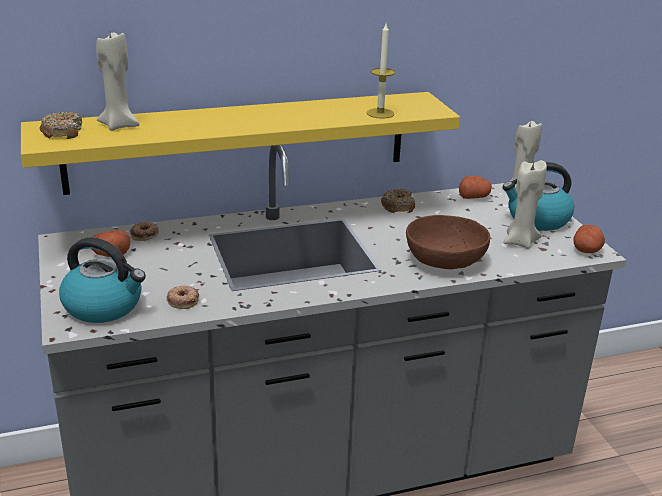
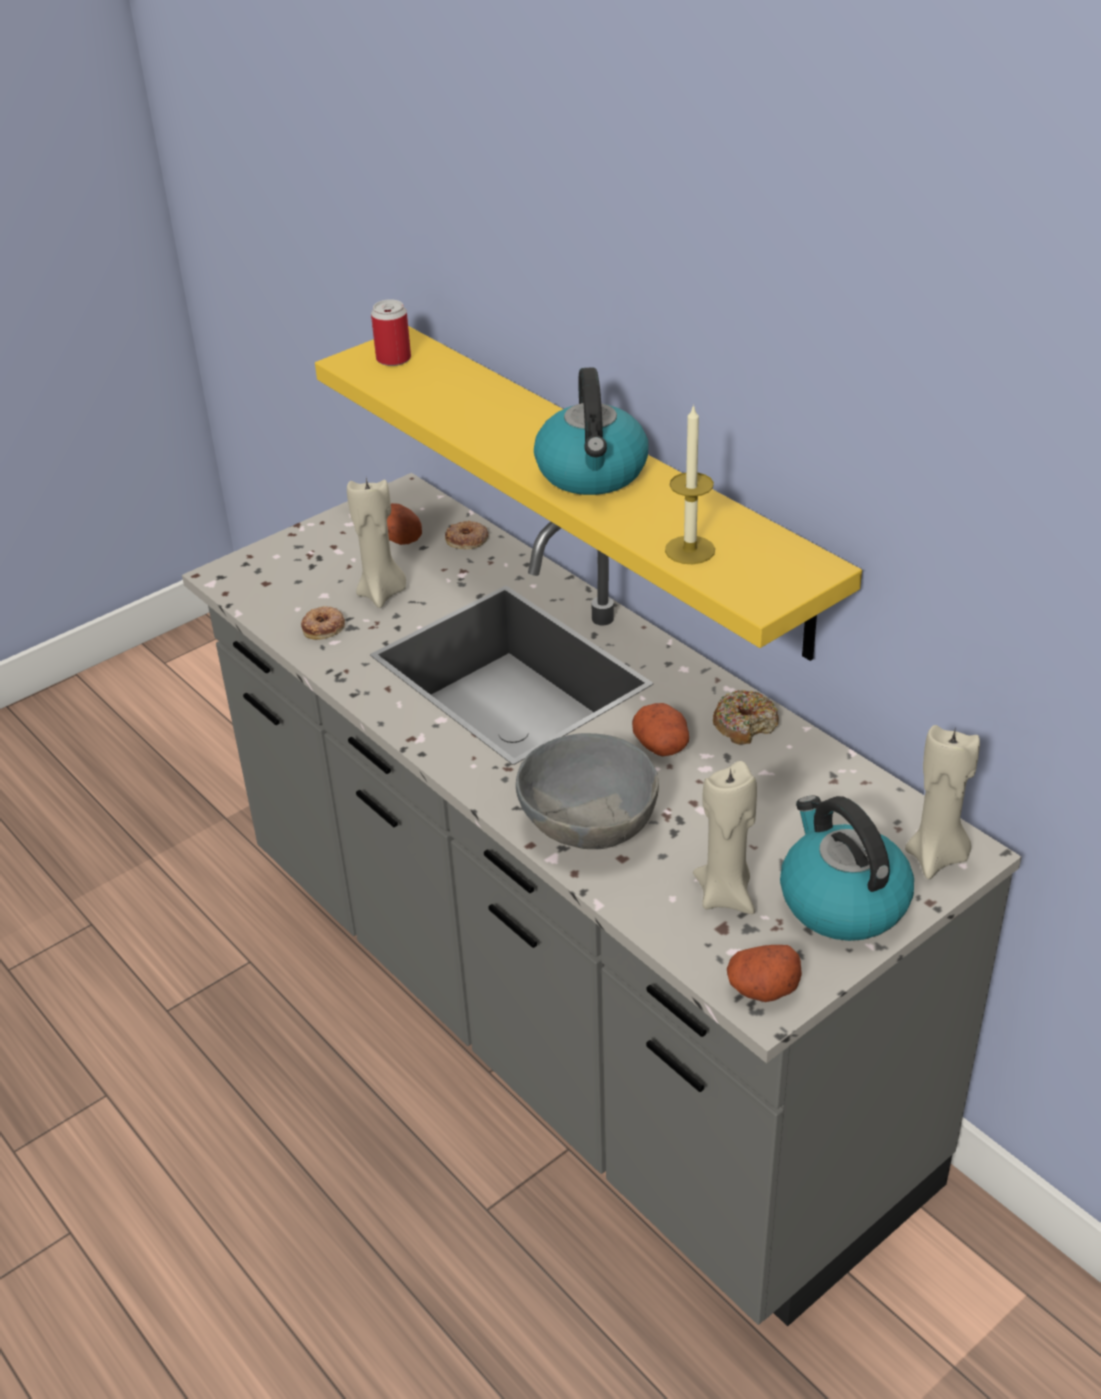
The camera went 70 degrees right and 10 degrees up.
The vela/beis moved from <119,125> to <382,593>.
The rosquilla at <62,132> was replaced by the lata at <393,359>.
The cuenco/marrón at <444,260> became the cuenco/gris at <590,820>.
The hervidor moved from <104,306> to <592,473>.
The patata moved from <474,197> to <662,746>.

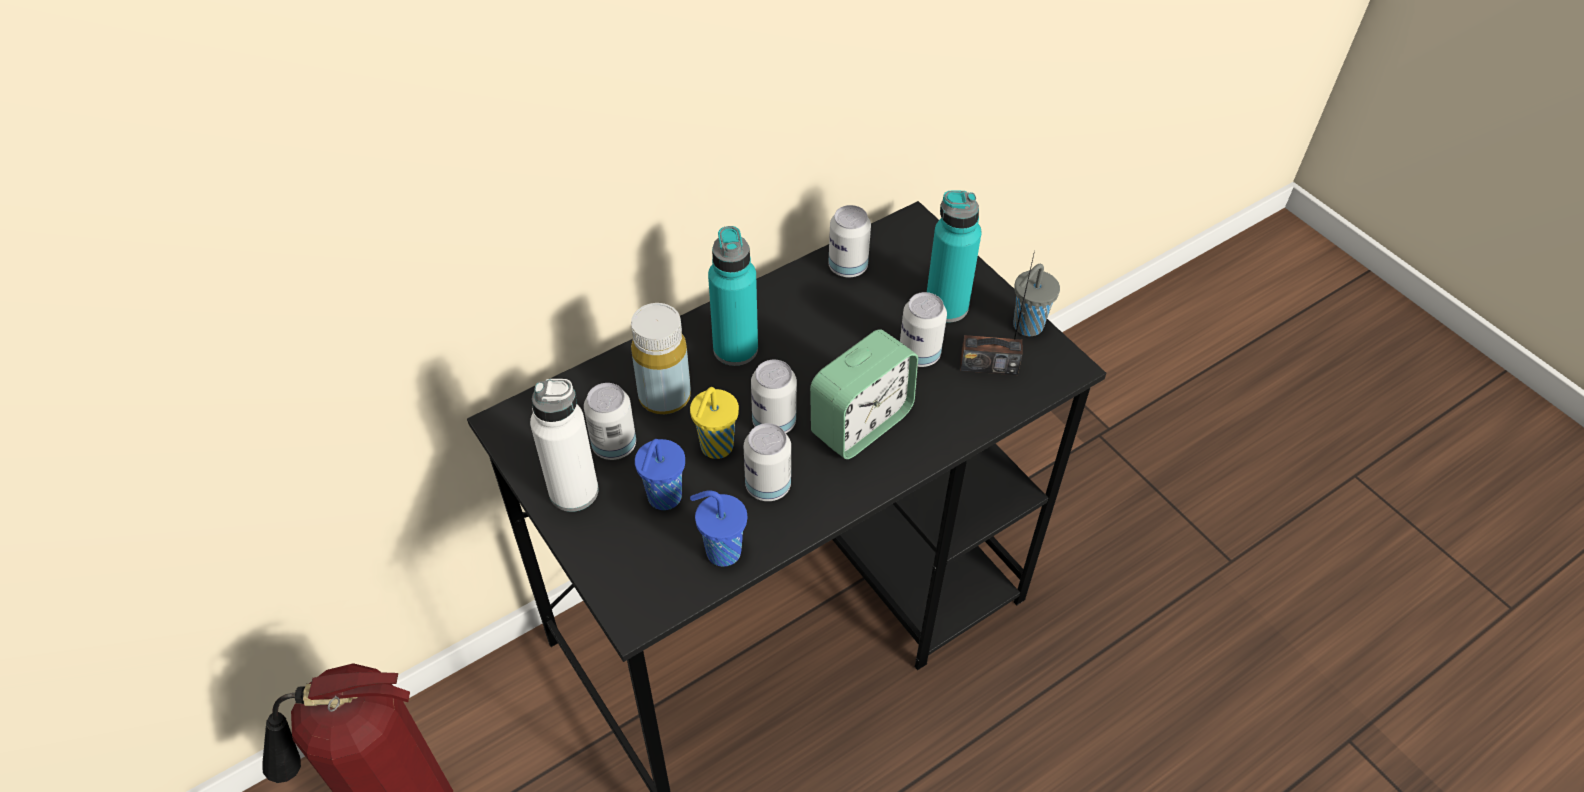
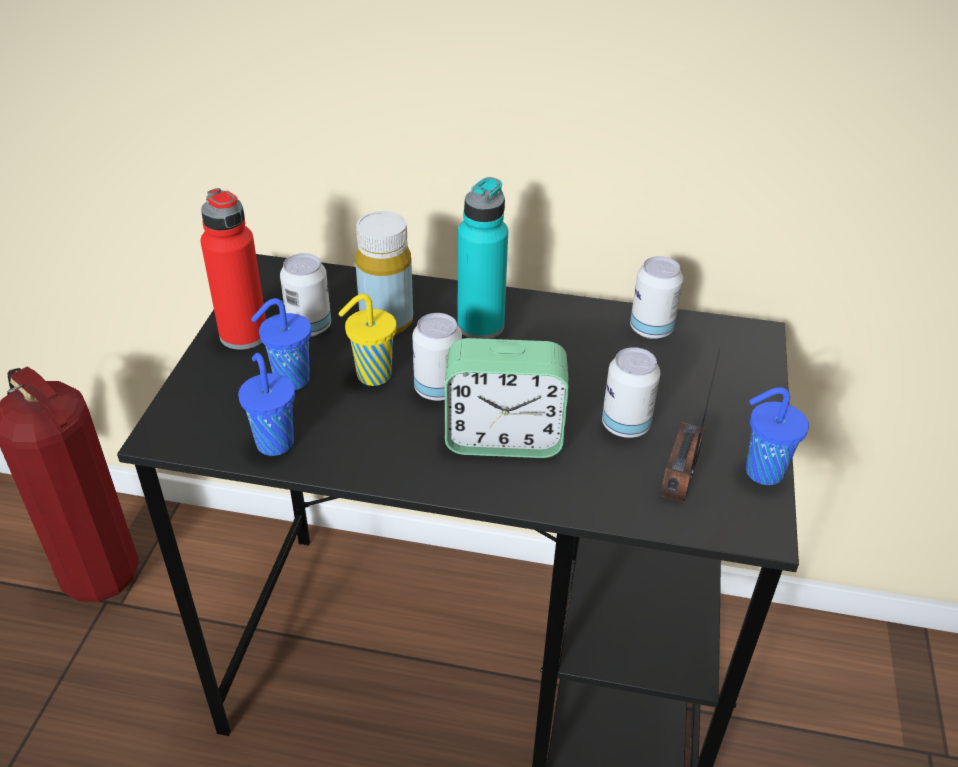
The camera went 45 degrees right and 10 degrees down.
The botella/blanco at <574,491> became the botella/rojo at <244,335>.
The radio at <989,365> turned 60 degrees clockwise.
The taza/gris at <1026,326> became the taza/azul at <761,472>.
The lata at <768,486> disappeared.
The botella/turquesa at <946,306> disappeared.

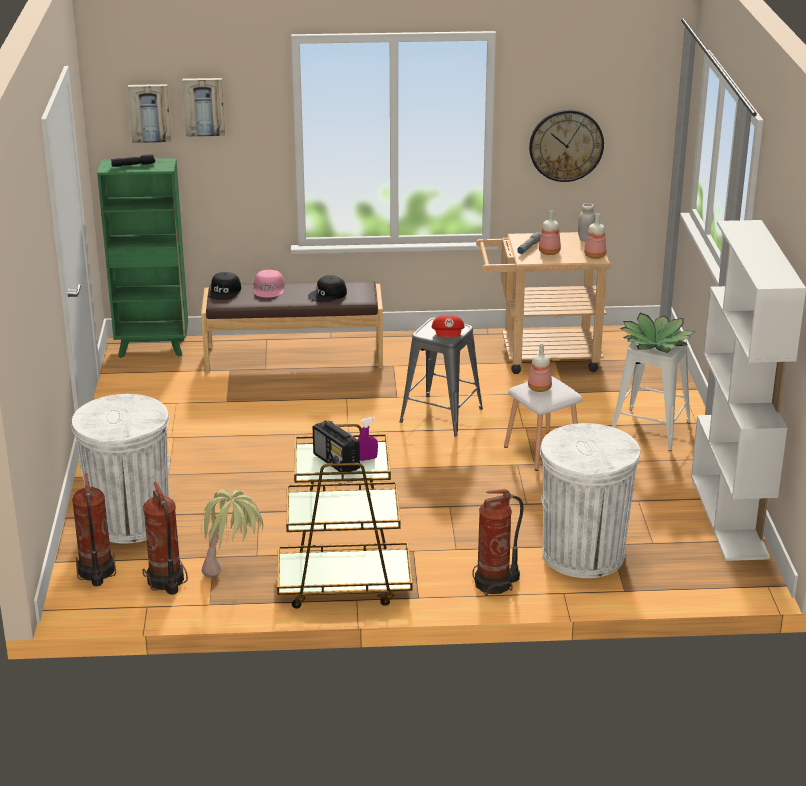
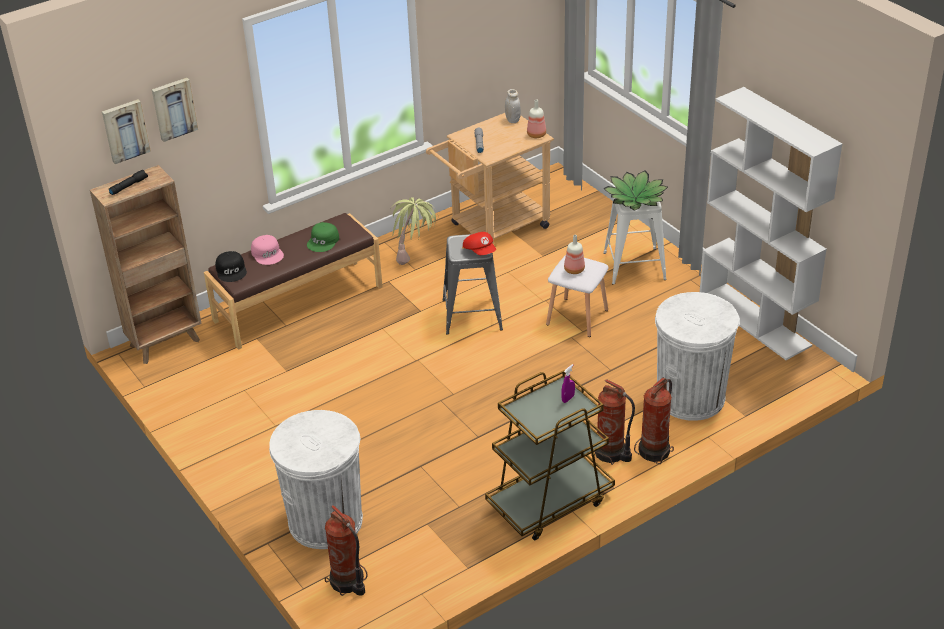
The camera went 30 degrees left and 10 degrees up.
The estantería/verde at <153,348> became the estantería/marrón at <166,342>.
The gorra/negro at <328,295> became the gorra/verde at <323,241>.
The planta en maceta moved from <233,573> to <415,256>.
The extintor moved from <165,581> to <611,453>.
The radio at <336,462> disappeared.
The reloj de pared at <566,145> disappeared.
The botella at <548,252> disappeared.

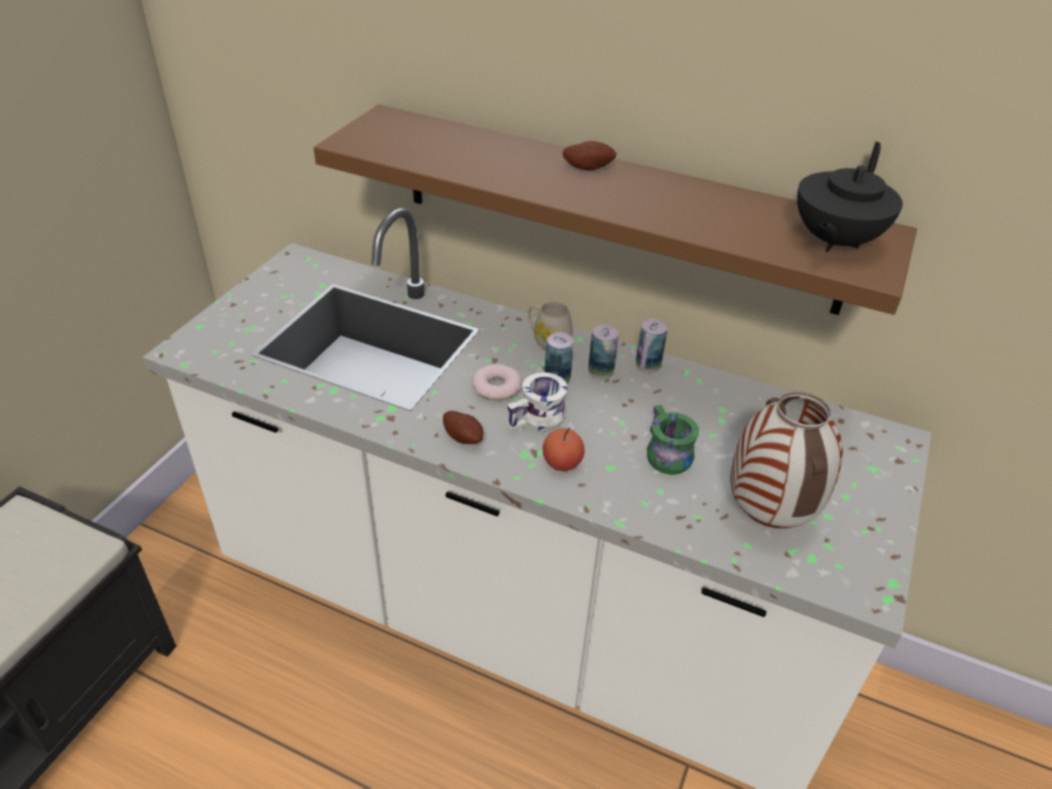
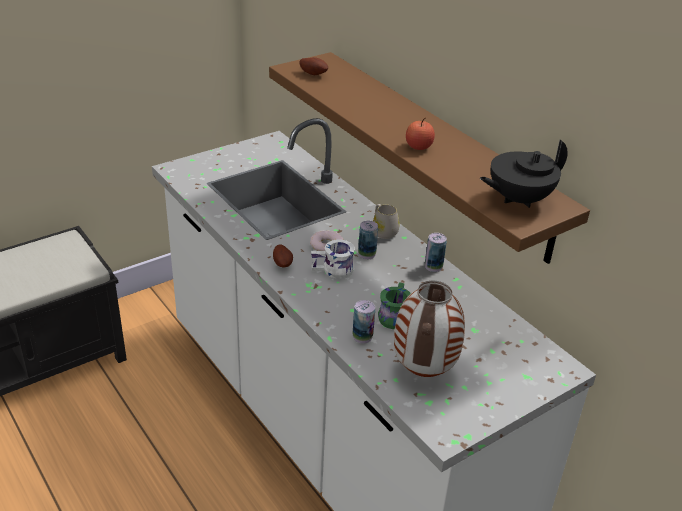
The camera went 30 degrees right and 5 degrees down.
The patata moved from <588,167> to <314,73>.
The lata moved from <600,372> to <362,337>.
The manzana moved from <562,463> to <418,147>.

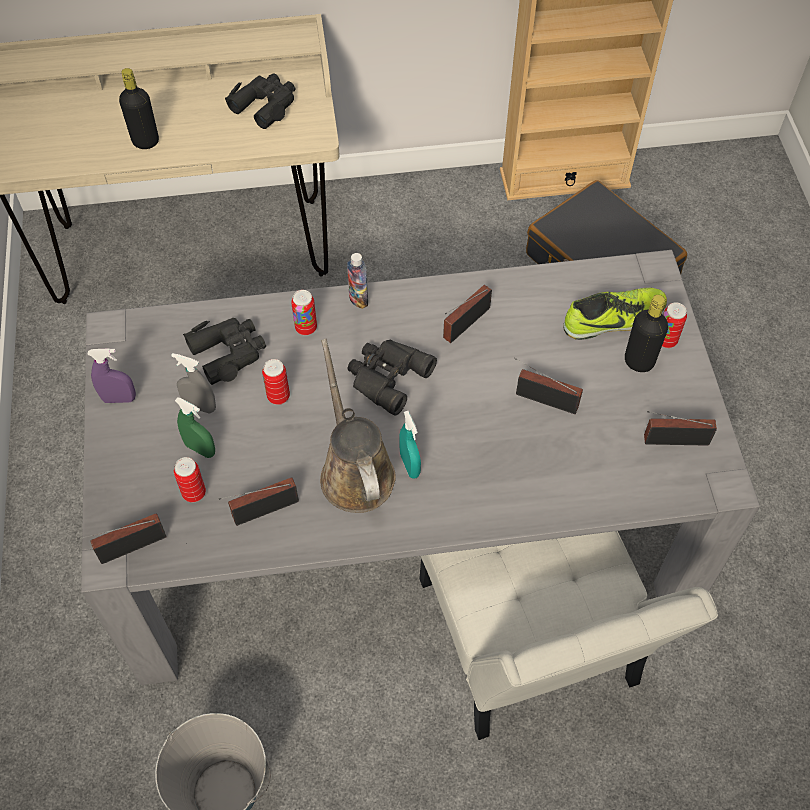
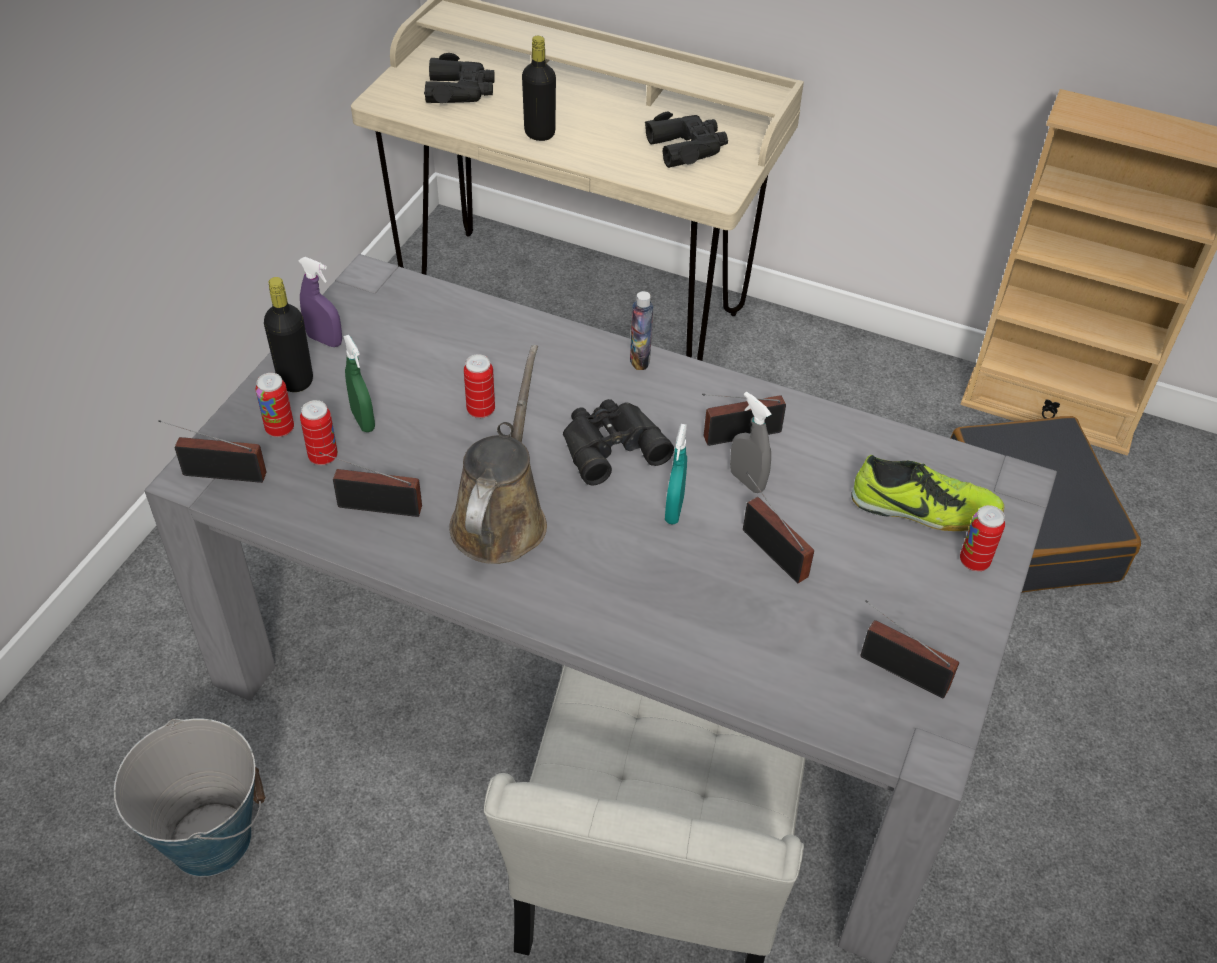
The camera went 30 degrees right and 10 degrees down.
The lata moved from <306,328> to <280,429>.
The botella/negro moved from <639,361> to <295,380>.
The prismáticos/negro moved from <228,352> to <460,90>.
The pulverizador/turquesa moved from <409,465> to <674,510>.
The pulverizador/gris moved from <200,406> to <747,481>.

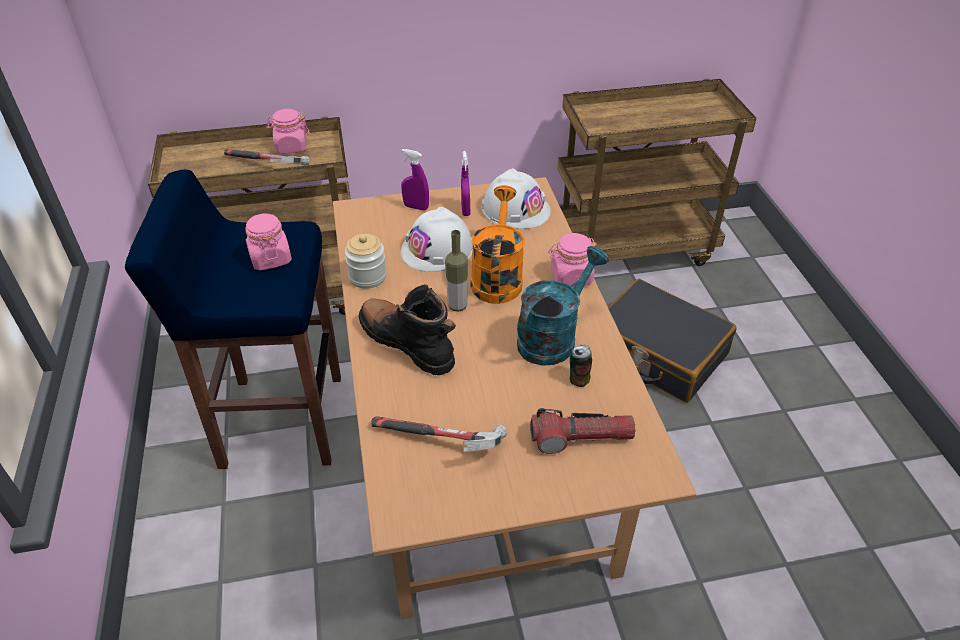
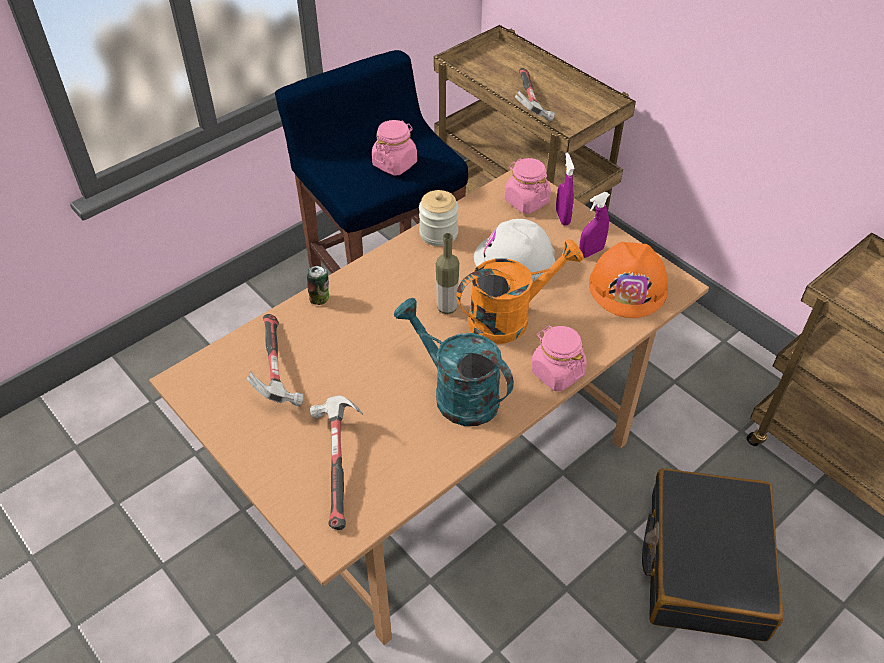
The camera went 60 degrees right and 5 degrees up.
The lata moved from <579,379> to <320,298>.
The linterna at <581,438> was replaced by the martillo at <338,465>.
The regadera/turquesa at <553,337> turned 150 degrees counterclockwise.
The tarro/rosa moved from <291,147> to <526,201>.
The casco/blanco at <515,209> became the casco/naranja at <628,287>.
The bota/negro at <407,343> disappeared.

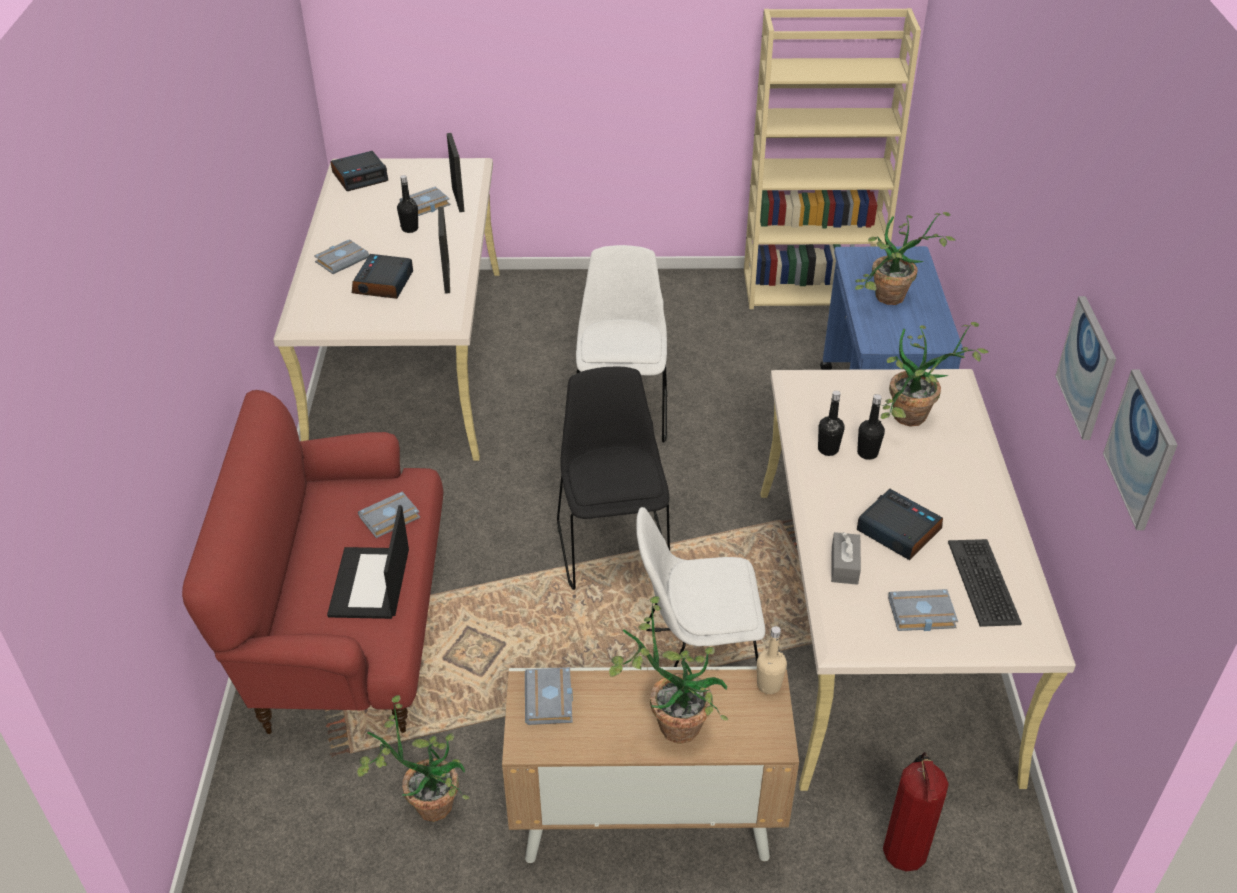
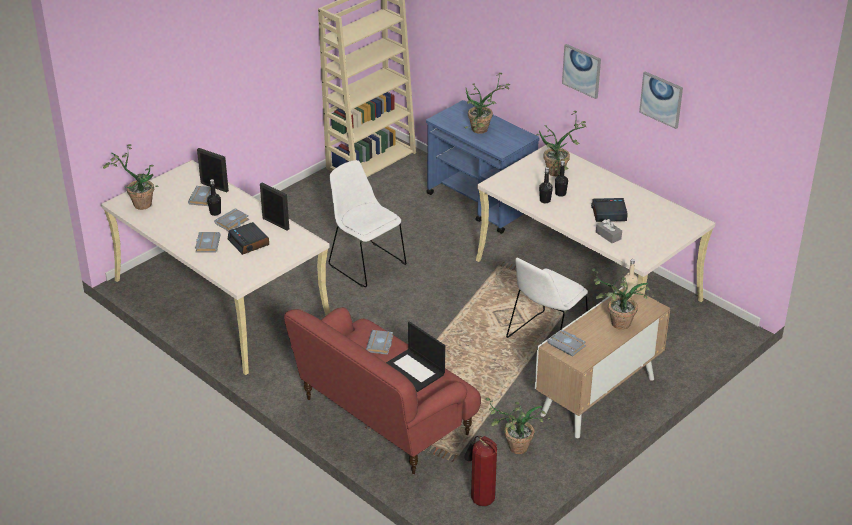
The camera went 45 degrees left and 5 degrees down.
The despertador at <360,176> was replaced by the planta en maceta at <139,202>.
The libro/gris moved from <920,615> to <232,222>.
The extintor moved from <902,850> to <480,499>.
The cuadro moved from <1142,449> to <582,70>.
The silla/negro at <613,546> disappeared.
The teclado at <984,582> disappeared.

